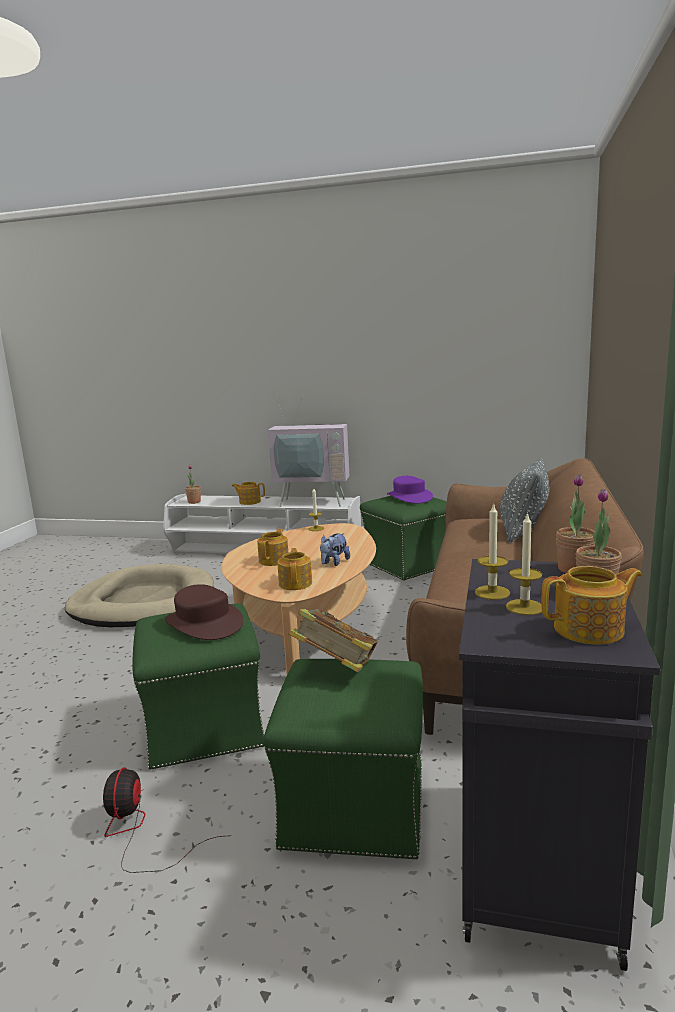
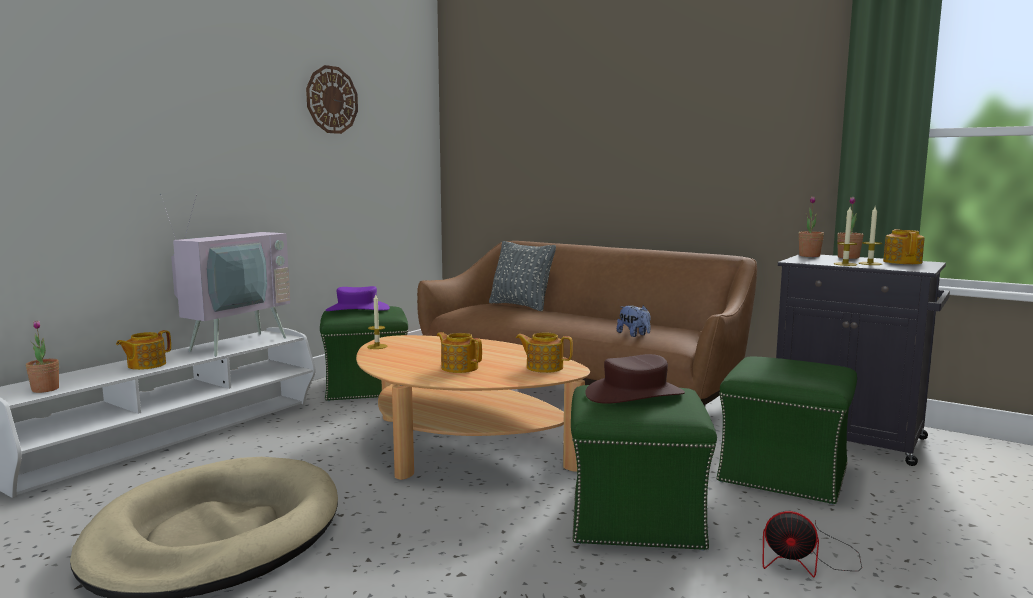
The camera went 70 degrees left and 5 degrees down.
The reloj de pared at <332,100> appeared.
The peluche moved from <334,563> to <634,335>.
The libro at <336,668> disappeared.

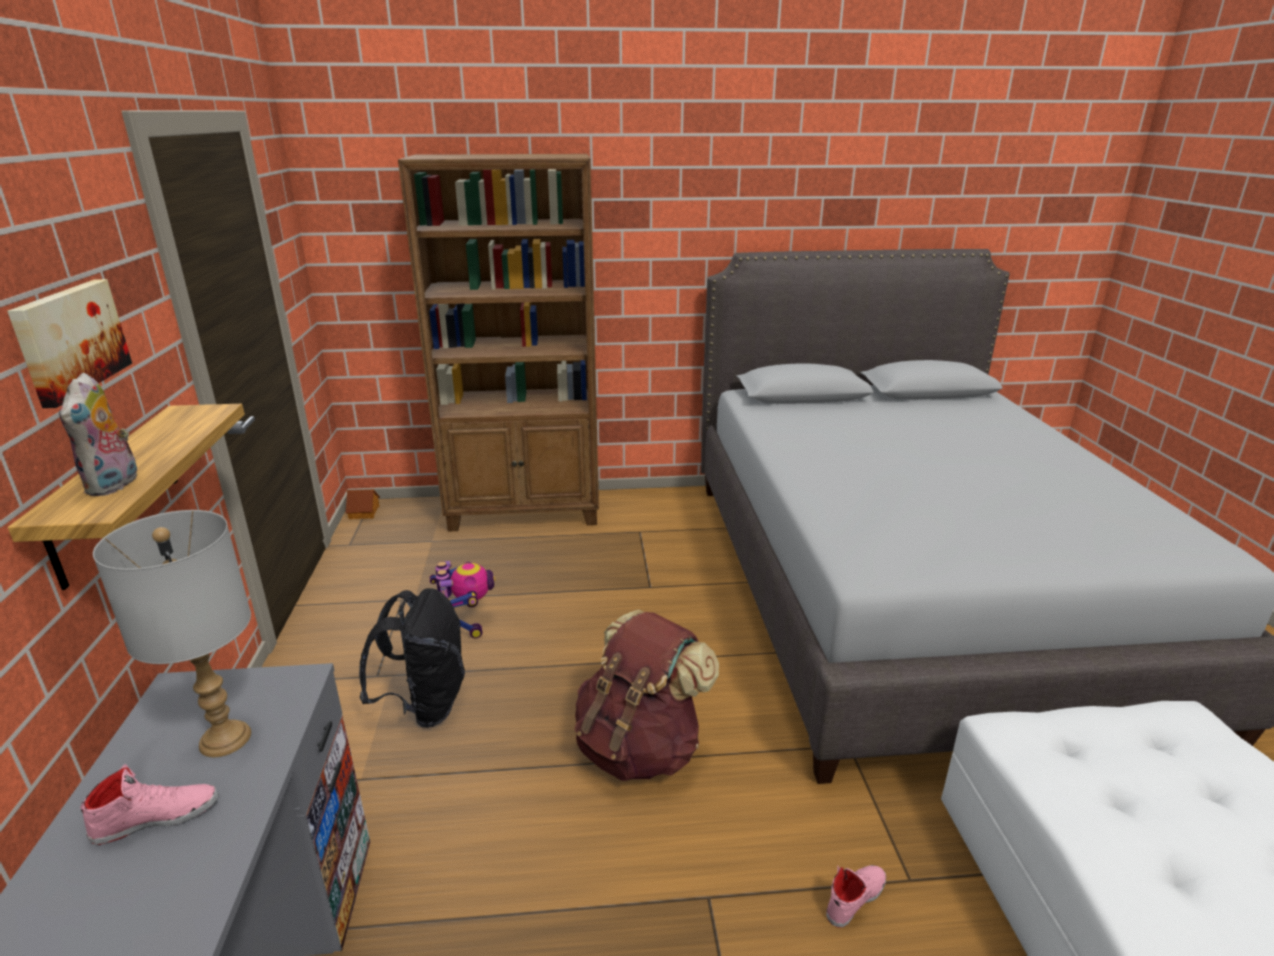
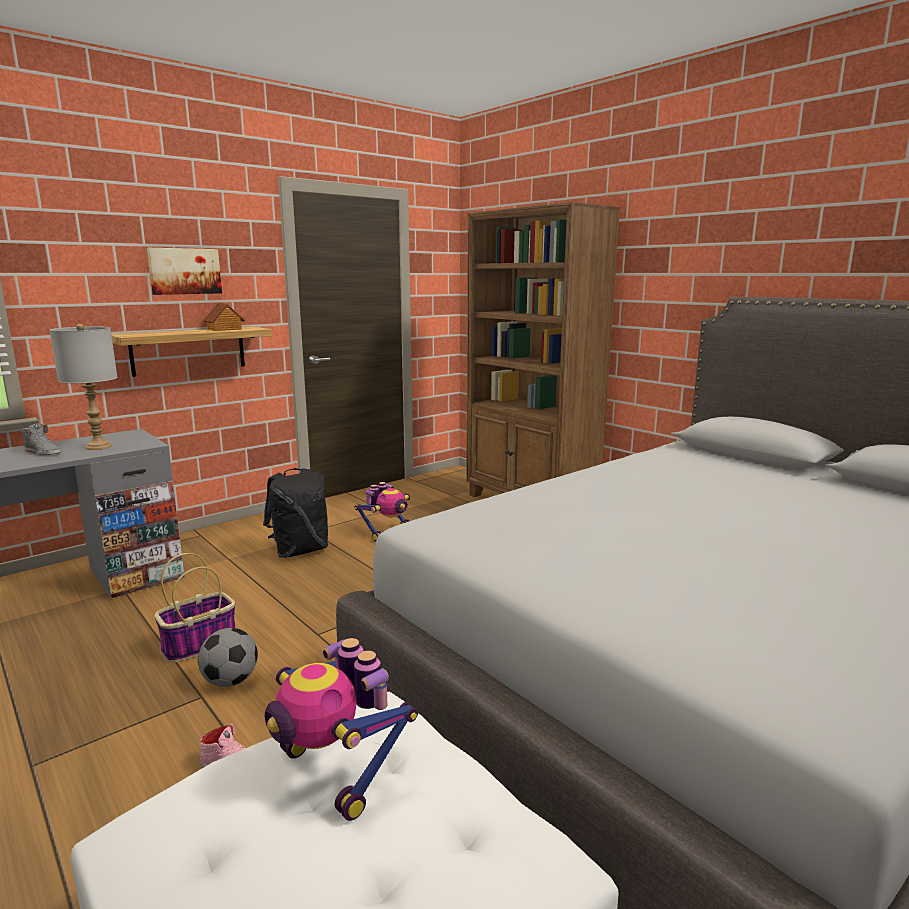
The camera went 55 degrees right and 10 degrees down.
The zapato/rosa at <156,817> became the zapato/gris at <43,452>.
The cesta at <200,644> appeared.
The balón de fútbol at <231,681> appeared.
The casita moved from <364,512> to <224,329>.
The robot de juguete at <337,772> appeared.
The peluche at <115,485> disappeared.
The mochila/marrón at <640,747> disappeared.

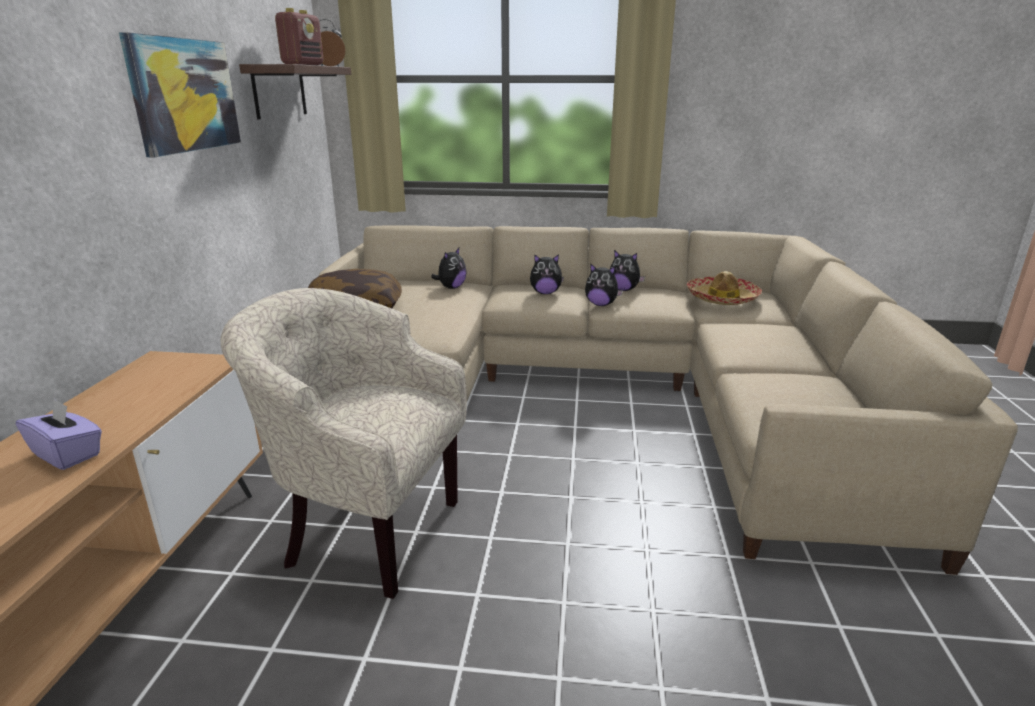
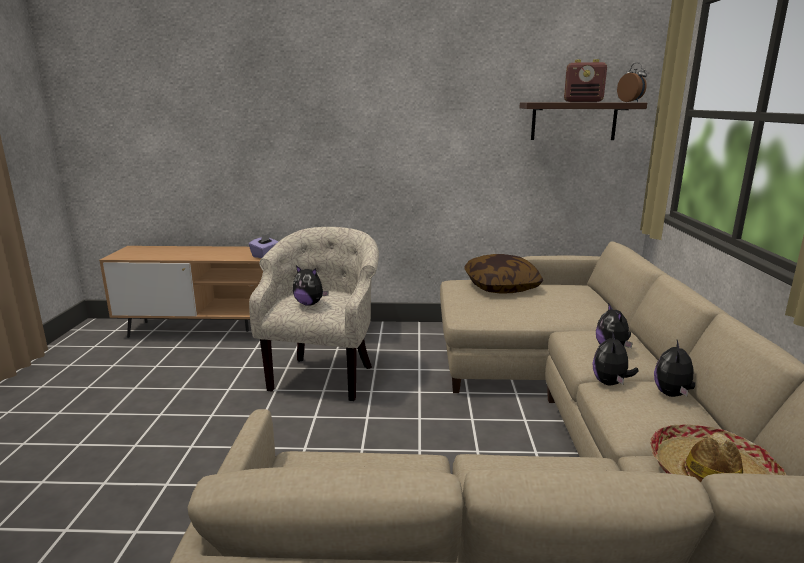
The camera went 85 degrees right and 5 degrees down.
The peluche moved from <451,287> to <309,304>.
The cuadro at <184,95> disappeared.

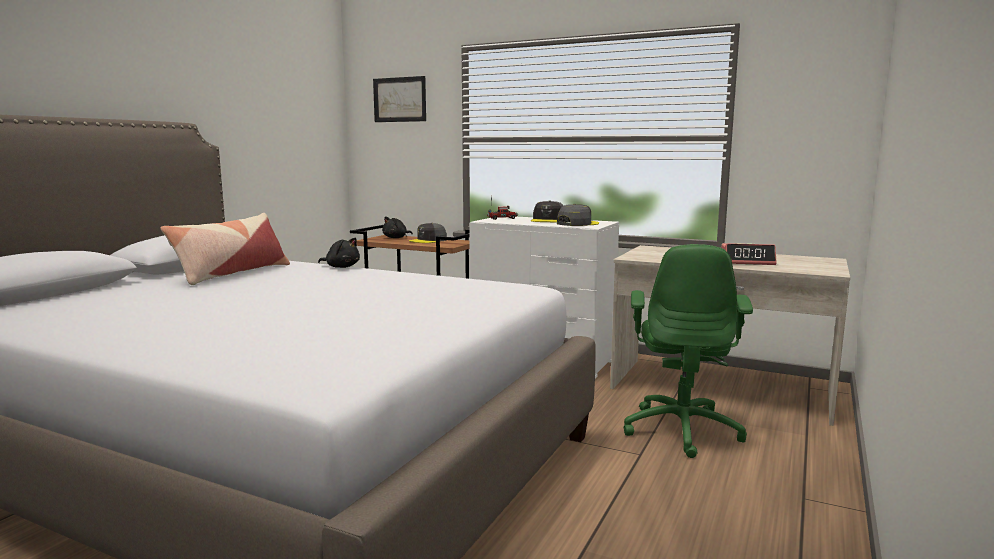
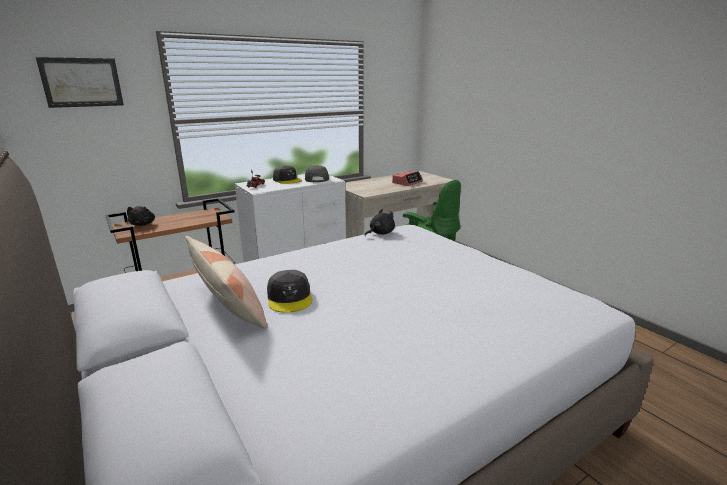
The camera went 60 degrees left and 10 degrees up.
The gorra/gris moved from <428,240> to <290,298>.
The peluche/negro moved from <341,267> to <380,233>.

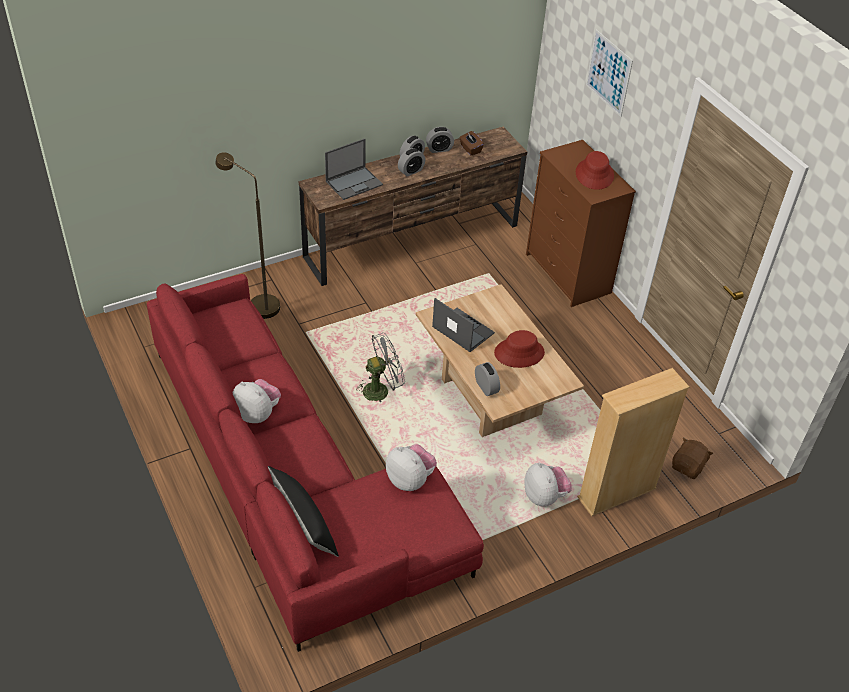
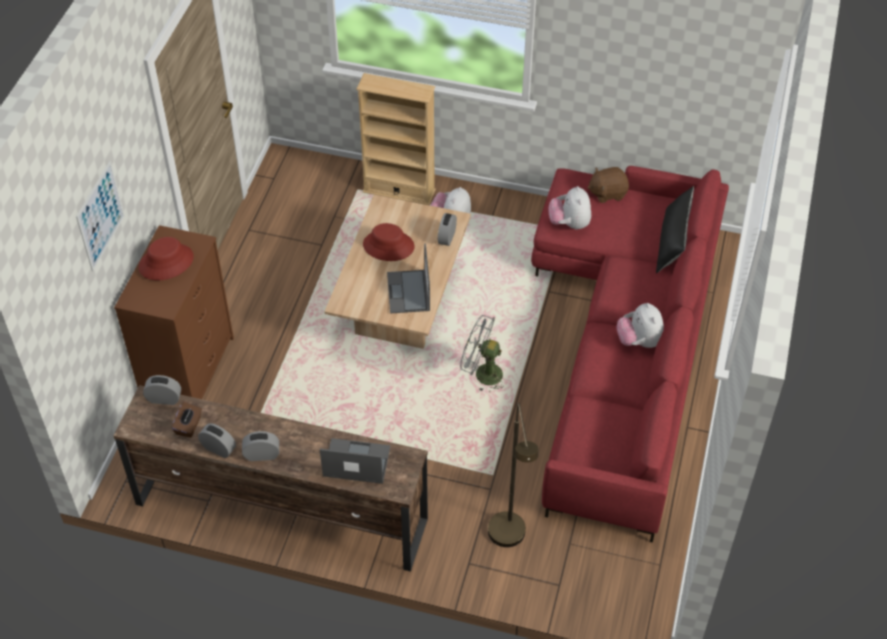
The camera went 135 degrees left and 5 degrees up.
The despertador moved from <411,171> to <164,399>.
The peluche/marrón moved from <688,467> to <607,193>.

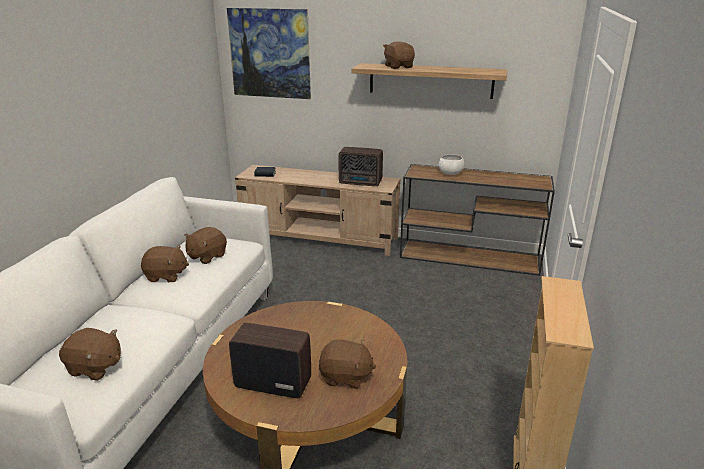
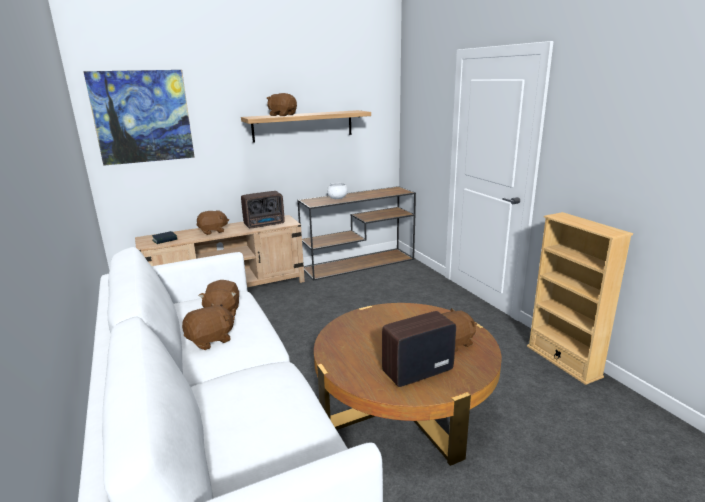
The camera went 40 degrees left and 5 degrees down.
The peluche/marrón moved from <95,368> to <213,231>.

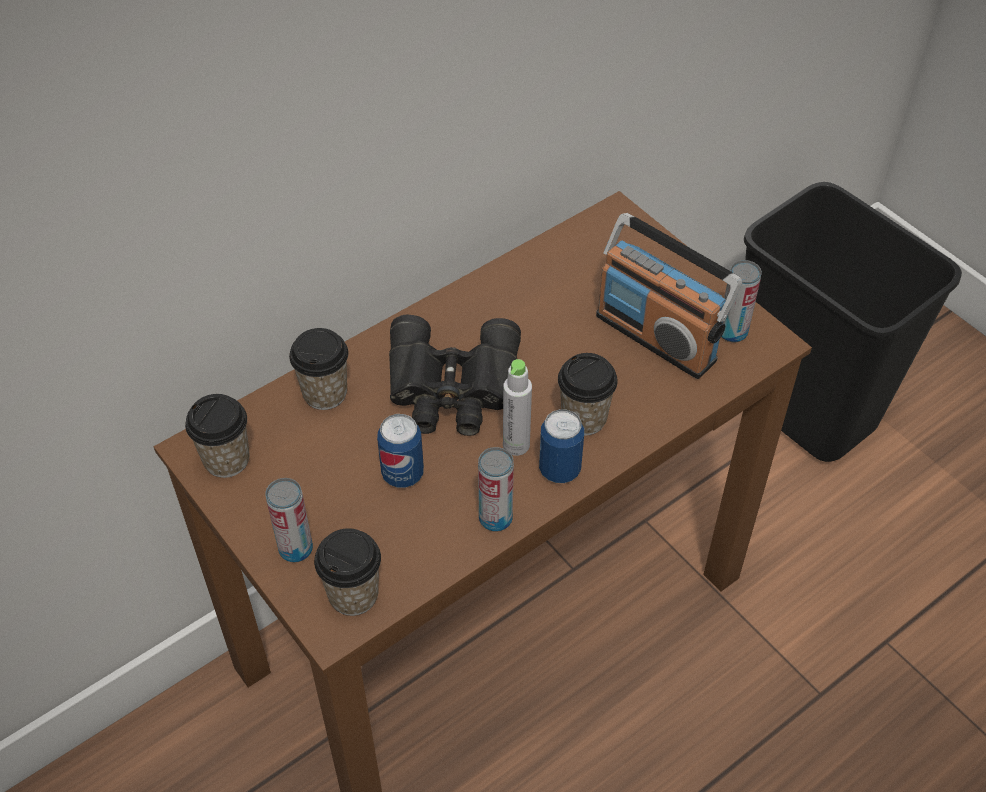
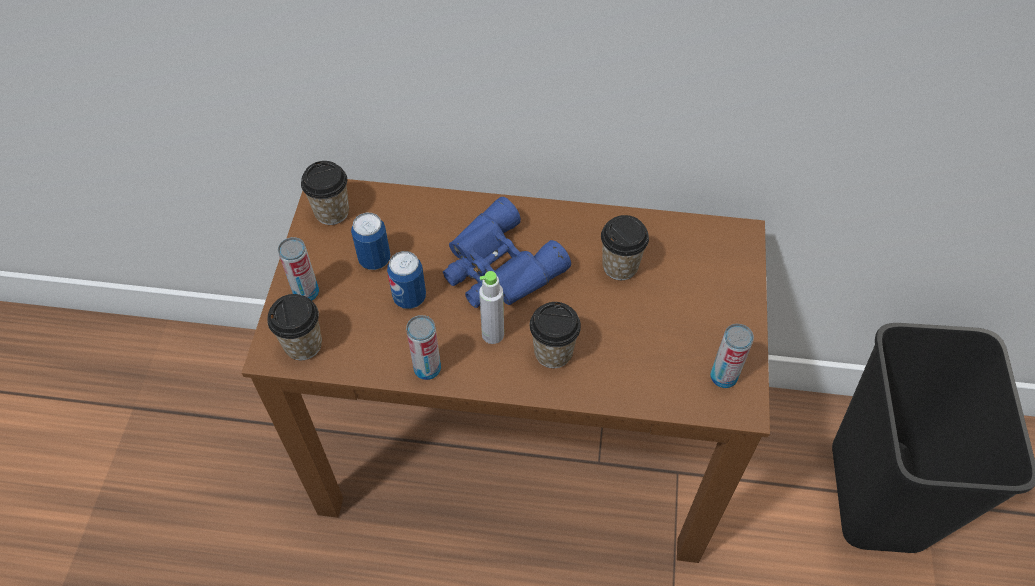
The camera went 45 degrees right and 5 degrees up.
The lata moved from <559,469> to <374,259>.
The prismáticos/negro at <452,388> became the prismáticos/azul at <498,268>.
The taza moved from <325,393> to <620,266>.
The radio at <657,337> disappeared.

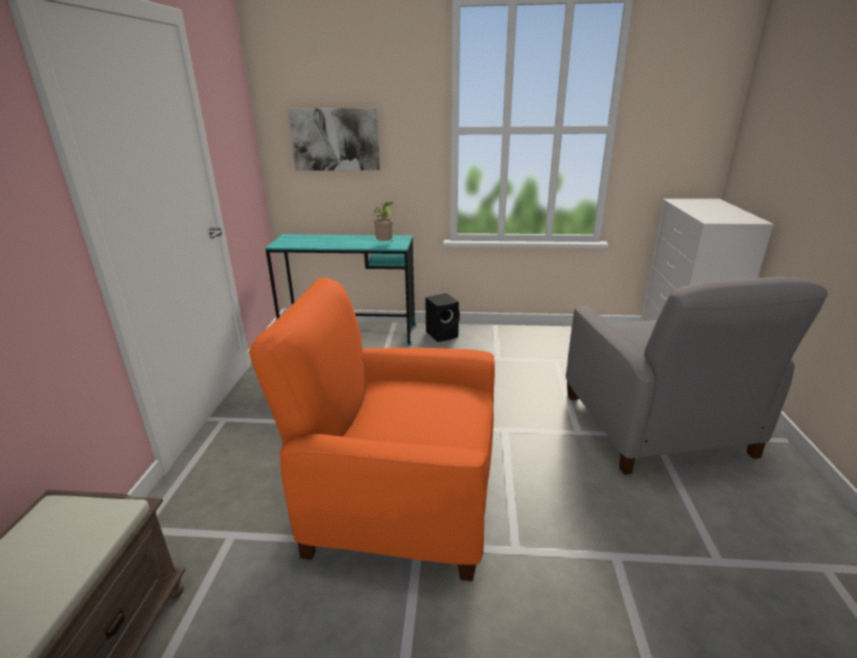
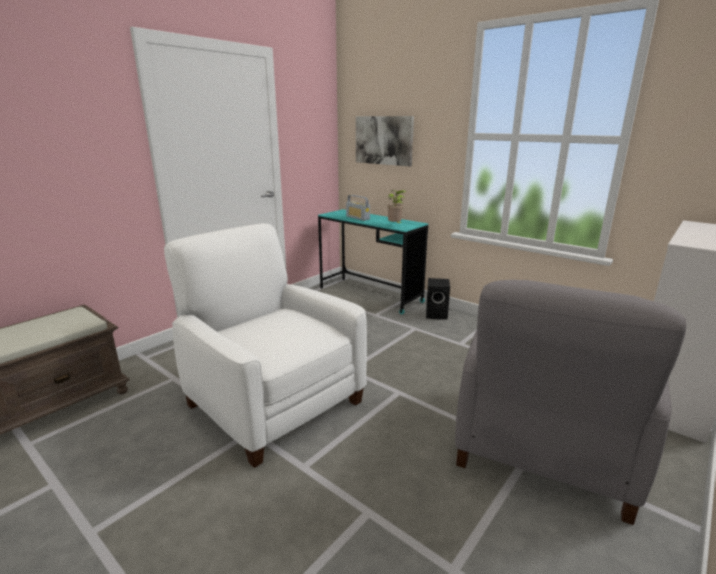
The camera went 35 degrees right and 5 degrees down.
The sillón/naranja at <399,500> became the sillón/blanco at <273,402>.
The radio at <358,218> appeared.

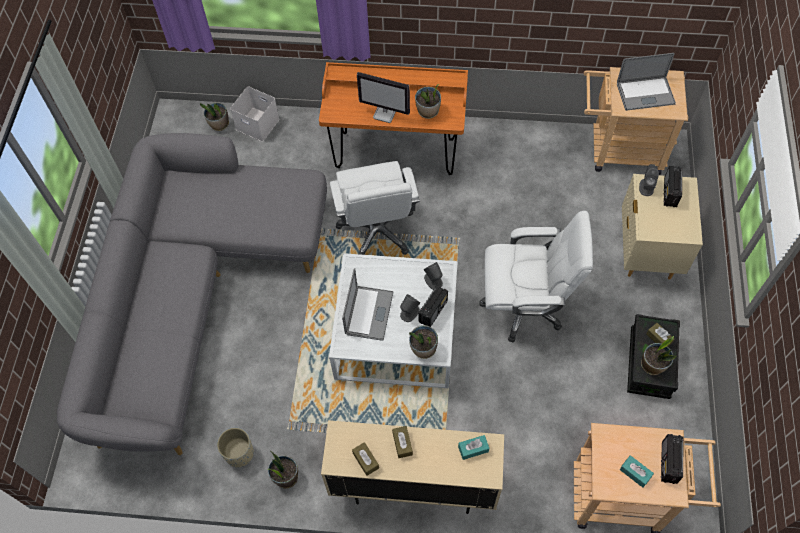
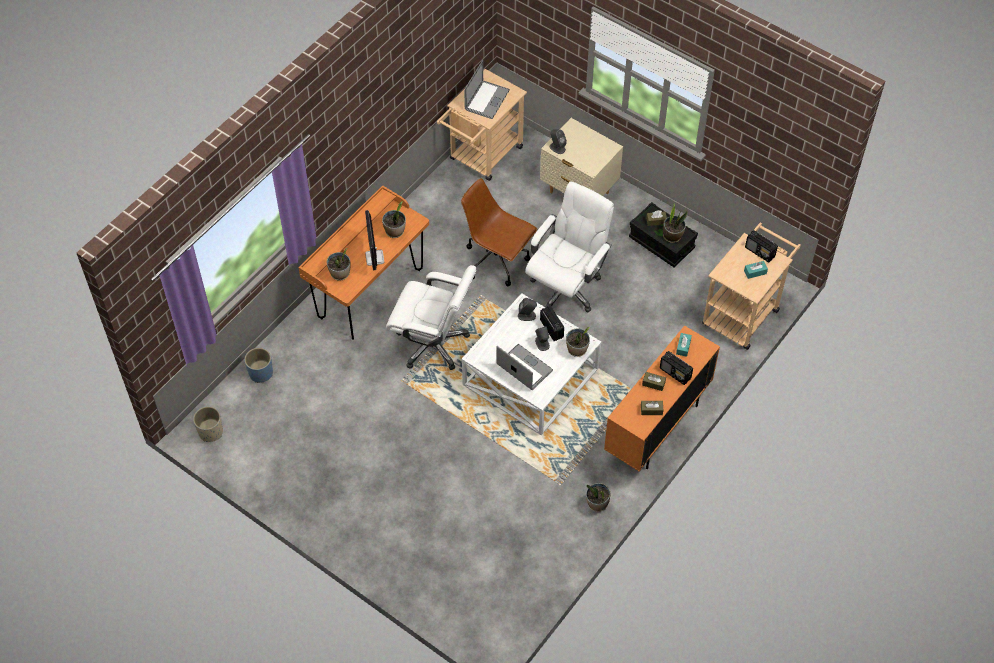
The camera went 60 degrees left and 5 degrees down.
The maceta/beis moved from <239,453> to <210,432>.
The caja de almacenaje/blanco at <258,124> was replaced by the maceta/azul at <261,373>.
The planta en maceta moved from <219,124> to <340,274>.
The monitor at <385,113> turned 120 degrees clockwise.
The silla de oficina/marrón at <497,261> appeared.
The armario/beis at <413,486> became the armario/naranja at <656,428>.
The radio moved from <670,193> to <675,373>.
The sofá/gris at <195,294> disappeared.

